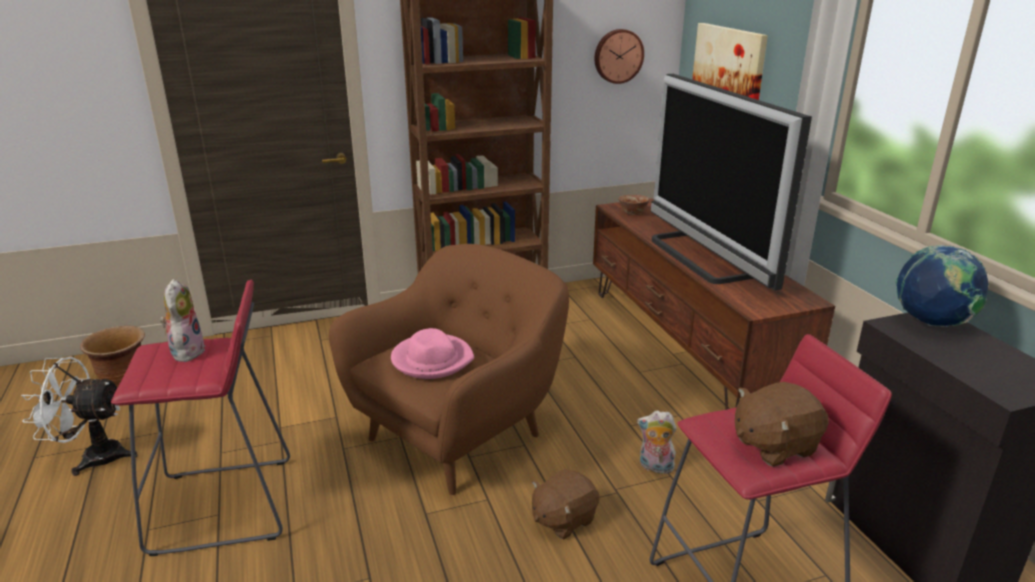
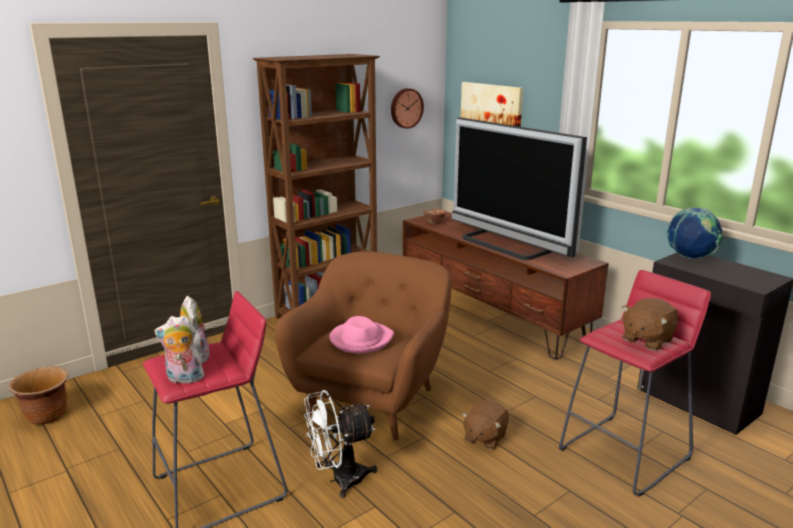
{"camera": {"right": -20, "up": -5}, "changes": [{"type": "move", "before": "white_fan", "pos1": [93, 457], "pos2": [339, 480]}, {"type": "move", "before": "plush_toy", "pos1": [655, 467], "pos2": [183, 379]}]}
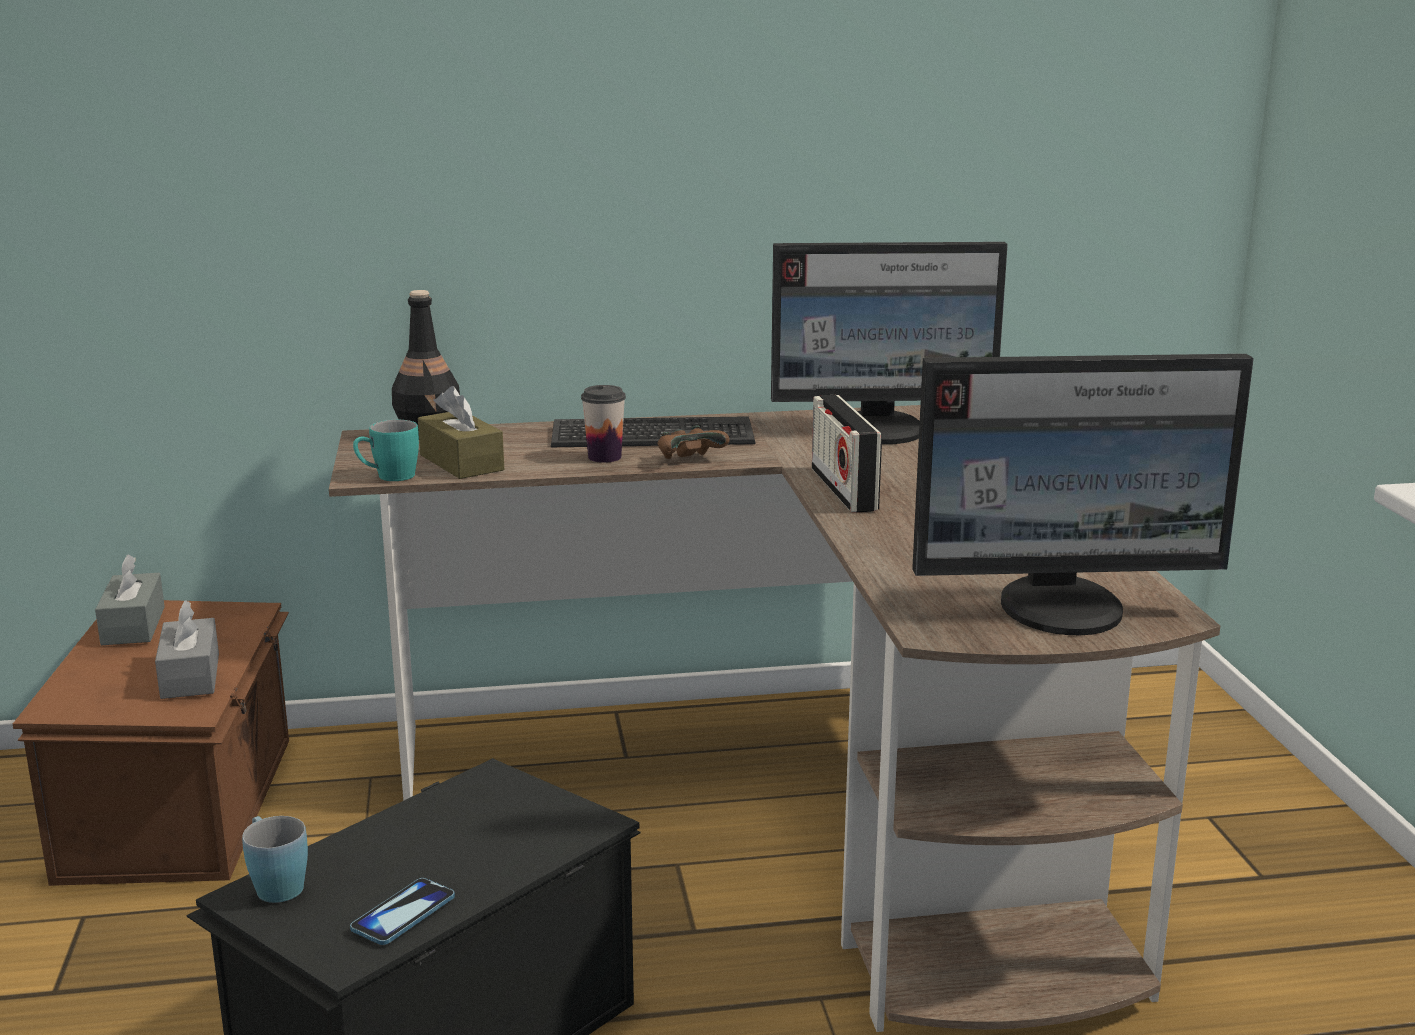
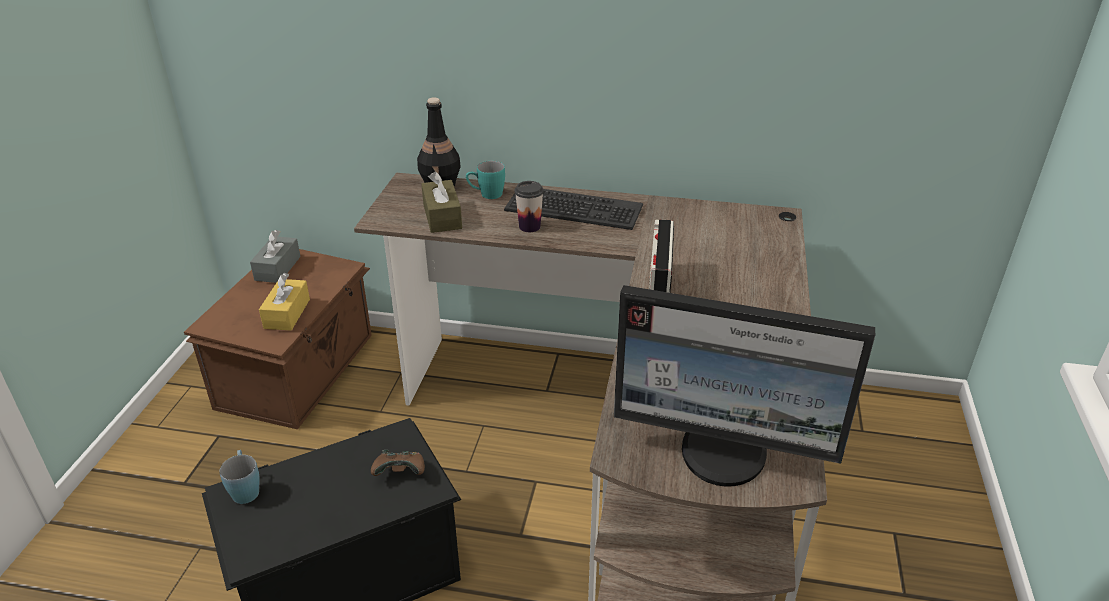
{"camera": {"right": 20, "up": 15}, "changes": [{"type": "recolor", "before": "grey_tissue_box", "after": "yellow_tissue_box", "pos1": [190, 676], "pos2": [287, 313]}, {"type": "delete", "before": "phone", "pos1": [403, 914]}, {"type": "move", "before": "turquoise_mug", "pos1": [388, 477], "pos2": [486, 195]}, {"type": "move", "before": "brown_game_controller", "pos1": [690, 460], "pos2": [400, 473]}, {"type": "delete", "before": "monitor", "pos1": [883, 431]}]}
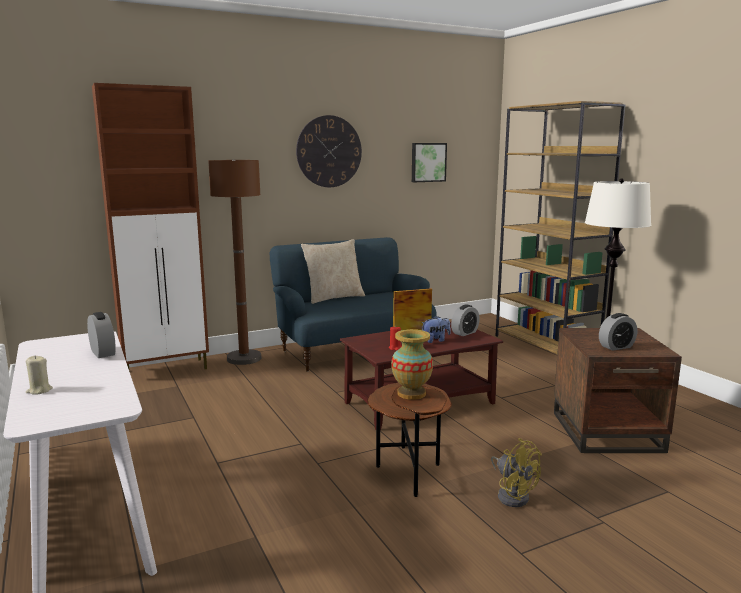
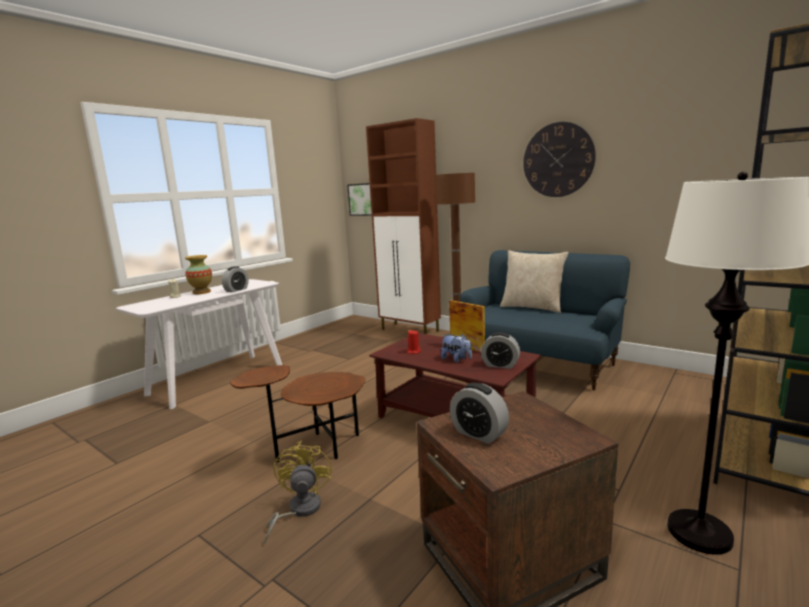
{"camera": {"right": 65, "up": 0}, "changes": [{"type": "move", "before": "vase", "pos1": [411, 393], "pos2": [201, 292]}, {"type": "move", "before": "picture", "pos1": [428, 162], "pos2": [362, 199]}, {"type": "rotate", "before": "yellow_fan", "pos1": [512, 495], "pos2": [299, 510], "turn": 150}]}
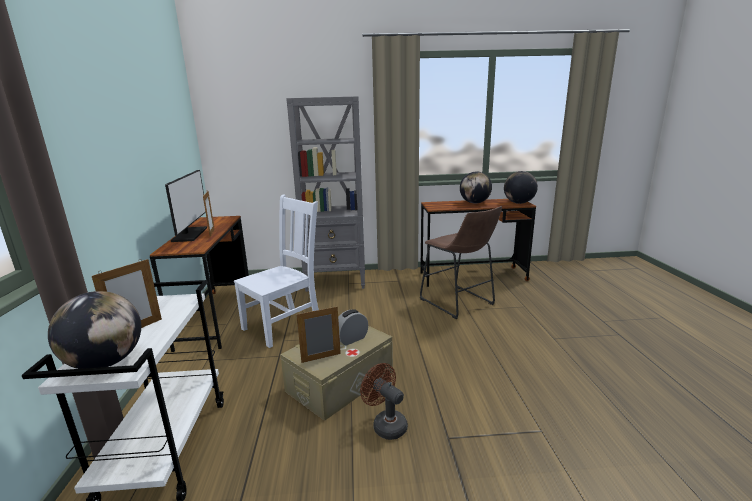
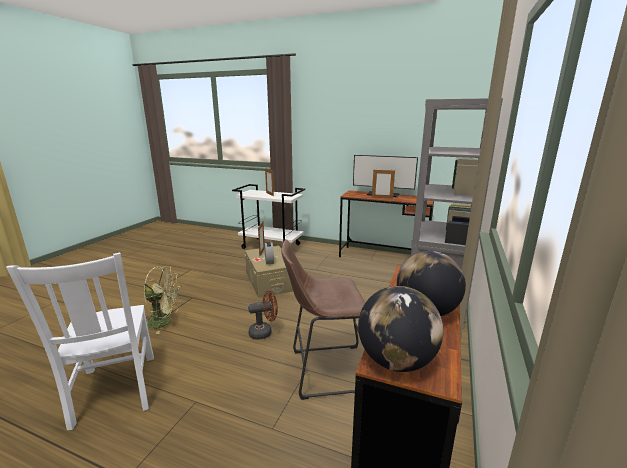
{"camera": {"right": 115, "up": 0}, "changes": [{"type": "delete", "before": "globe", "pos1": [106, 363]}, {"type": "move", "before": "white_chair", "pos1": [284, 325], "pos2": [115, 391]}, {"type": "move", "before": "brown_fan", "pos1": [386, 424], "pos2": [264, 332]}, {"type": "insert", "after": "green_fan", "pos2": [164, 322]}]}
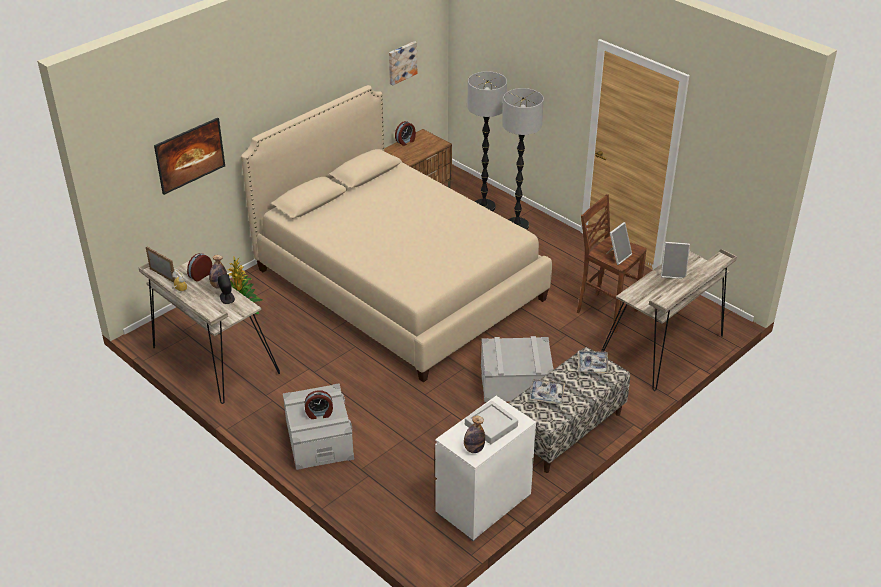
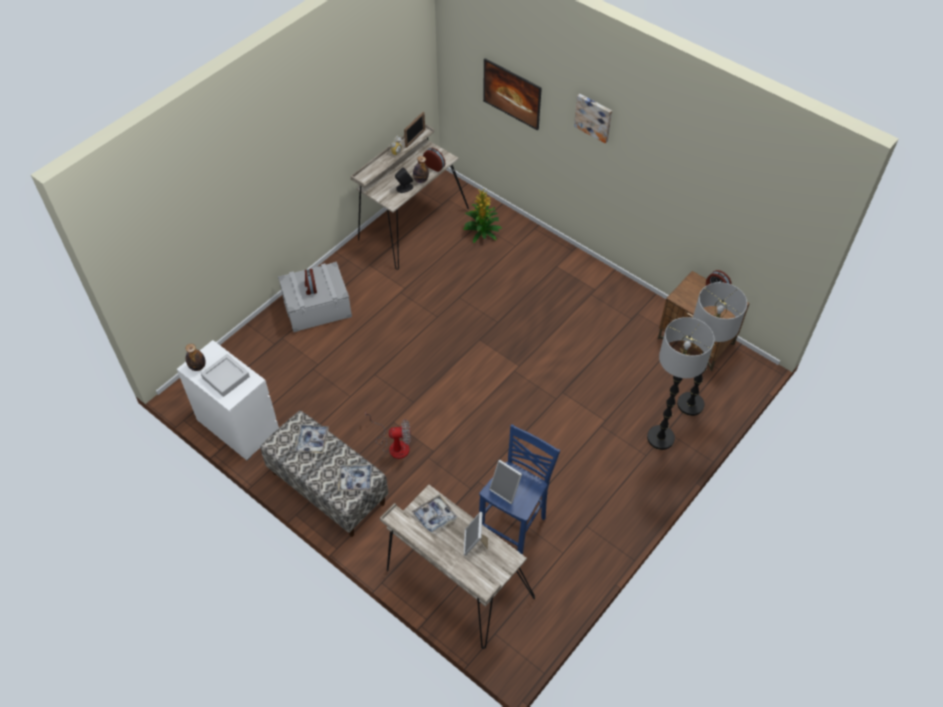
{"camera": {"right": 85, "up": 15}, "changes": [{"type": "delete", "before": "beige_bed", "pos1": [399, 283]}, {"type": "move", "before": "picture", "pos1": [401, 62], "pos2": [594, 117]}, {"type": "replace", "before": "grey_storage_box", "after": "fan", "pos1": [515, 382], "pos2": [394, 445]}, {"type": "recolor", "before": "brown_stool", "after": "blue_stool", "pos1": [605, 311], "pos2": [515, 527]}, {"type": "insert", "after": "tray", "pos2": [434, 517]}]}
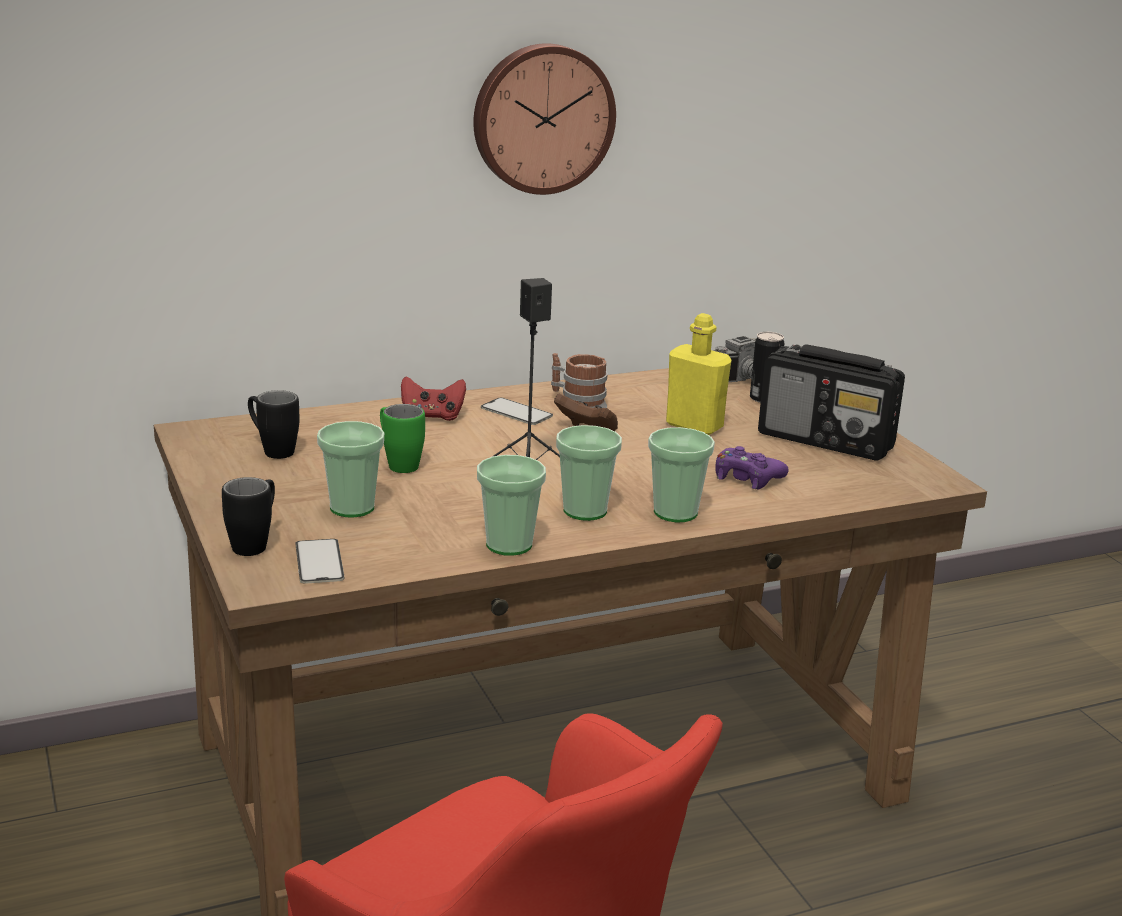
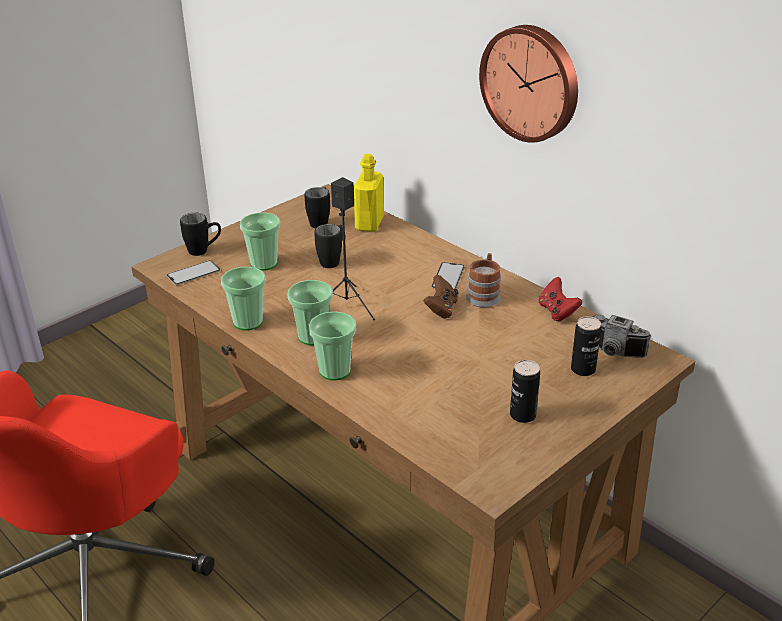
{"camera": {"right": 70, "up": 10}, "changes": [{"type": "recolor", "before": "green_mug", "after": "black_mug", "pos1": [398, 463], "pos2": [333, 260]}, {"type": "move", "before": "red_game_controller", "pos1": [432, 416], "pos2": [557, 312]}, {"type": "move", "before": "yellow_bottle", "pos1": [694, 426], "pos2": [369, 224]}, {"type": "delete", "before": "purple_game_controller", "pos1": [746, 477]}, {"type": "replace", "before": "radio", "after": "can", "pos1": [827, 441], "pos2": [522, 415]}]}
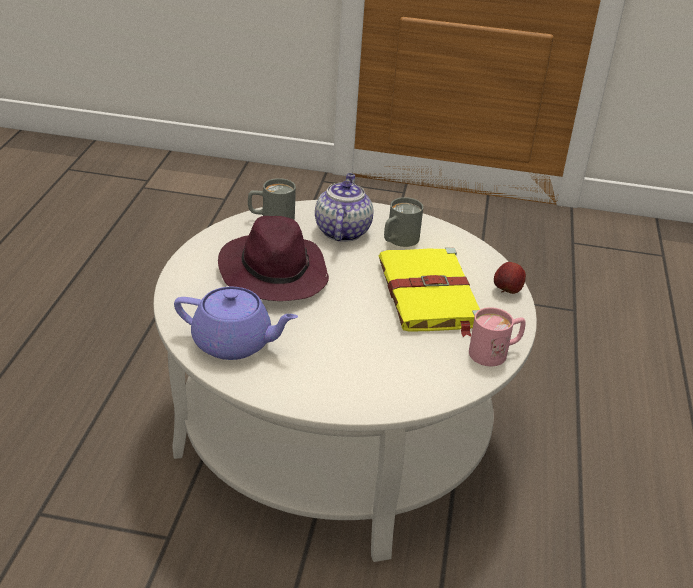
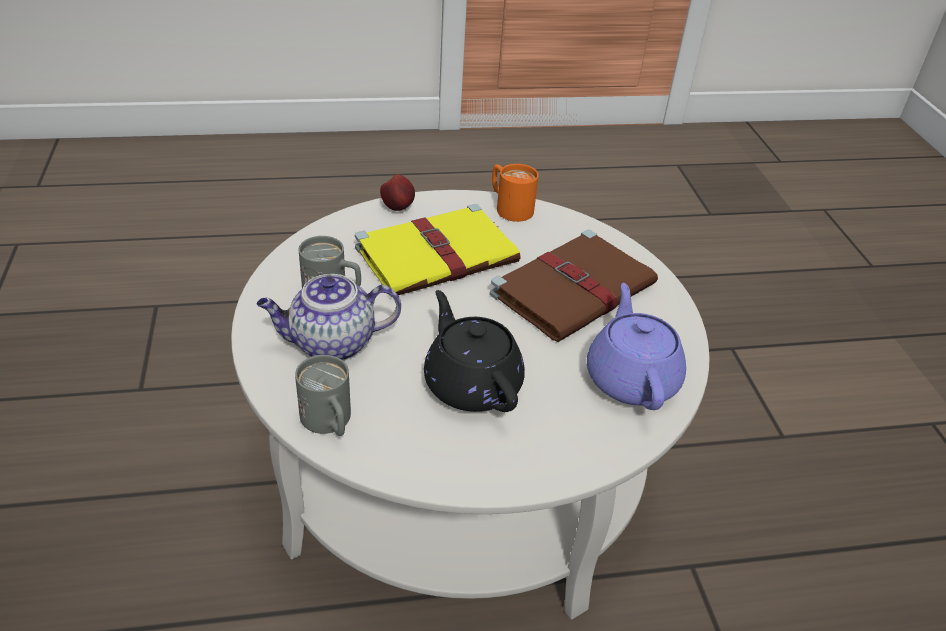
{"camera": {"right": -110, "up": 5}, "changes": [{"type": "replace", "before": "purple_hat", "after": "black_teapot", "pos1": [273, 273], "pos2": [471, 383]}, {"type": "recolor", "before": "pink_mug", "after": "orange_mug", "pos1": [495, 353], "pos2": [509, 207]}, {"type": "insert", "after": "brown_book", "pos2": [575, 288]}]}
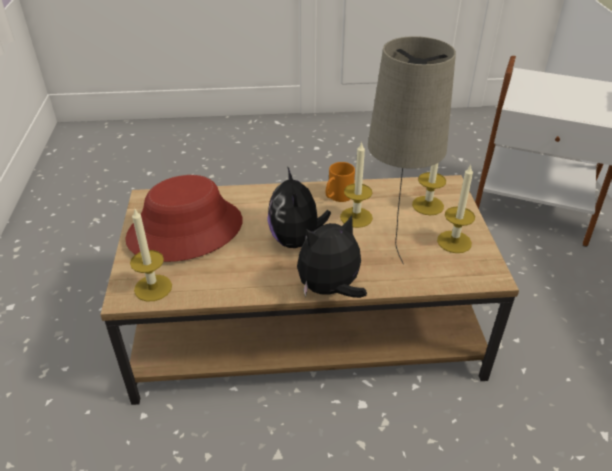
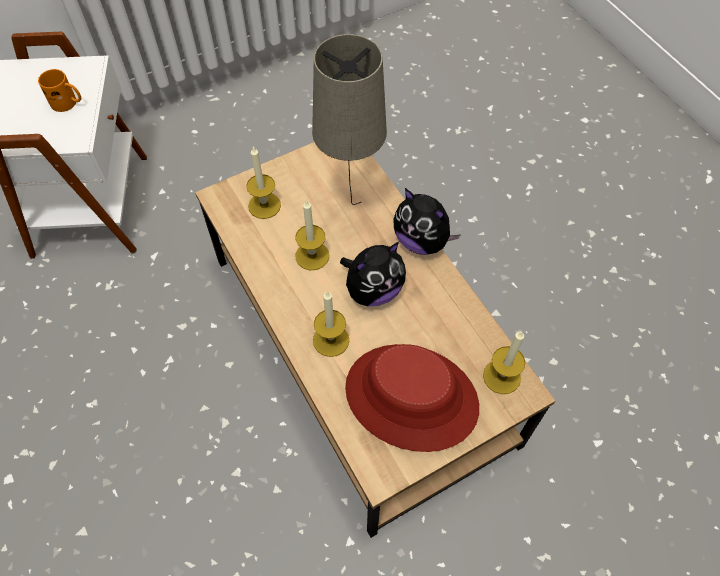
{"camera": {"right": -115, "up": 20}, "changes": [{"type": "move", "before": "orange_mug", "pos1": [337, 197], "pos2": [68, 103]}, {"type": "move", "before": "candle", "pos1": [454, 242], "pos2": [331, 340]}]}
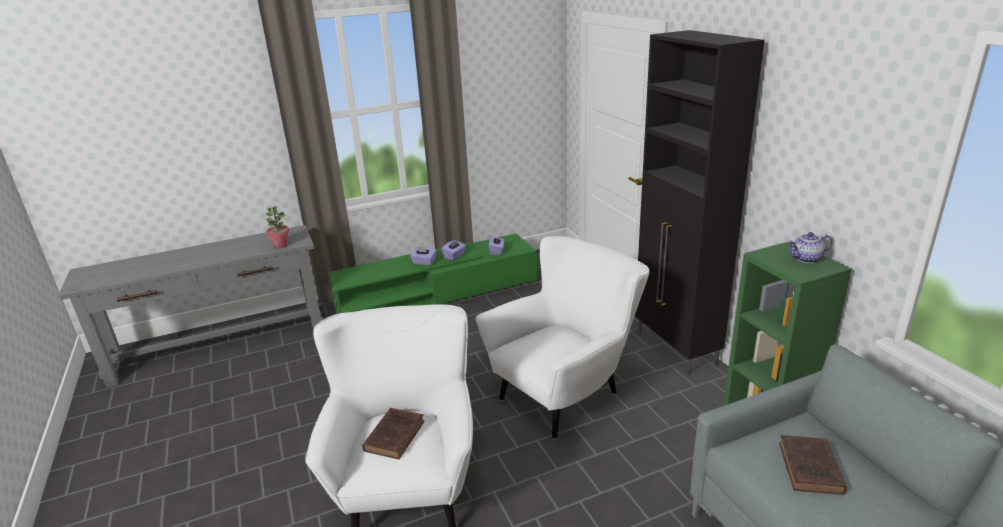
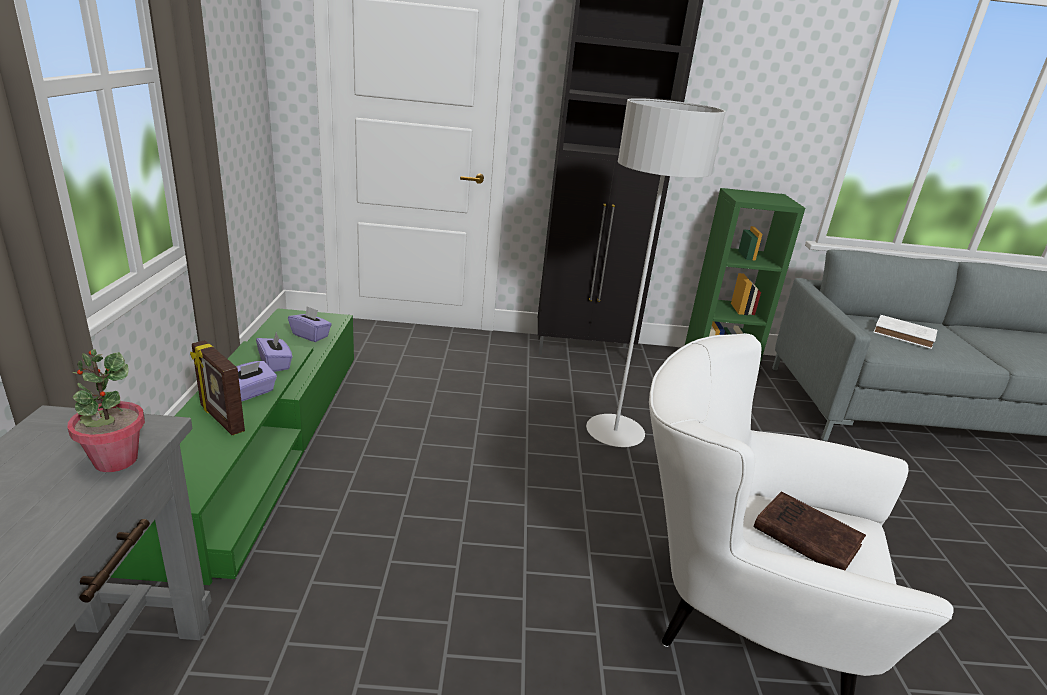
{"camera": {"right": -70, "up": 0}, "changes": [{"type": "replace", "before": "white_armchair", "after": "grey_floor_lamp", "pos1": [566, 393], "pos2": [614, 433]}, {"type": "recolor", "before": "brown_book", "after": "white_book", "pos1": [810, 469], "pos2": [905, 335]}, {"type": "delete", "before": "teapot", "pos1": [806, 259]}, {"type": "insert", "after": "picture_frame", "pos2": [221, 419]}]}
